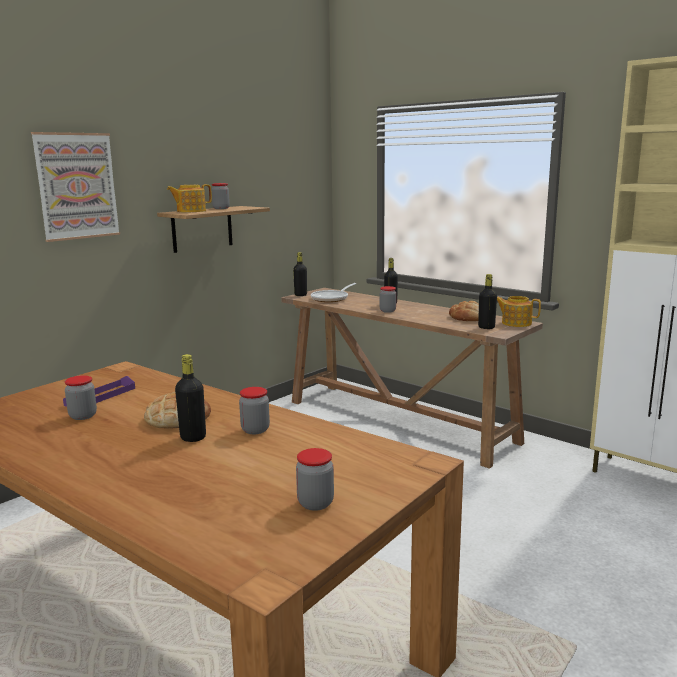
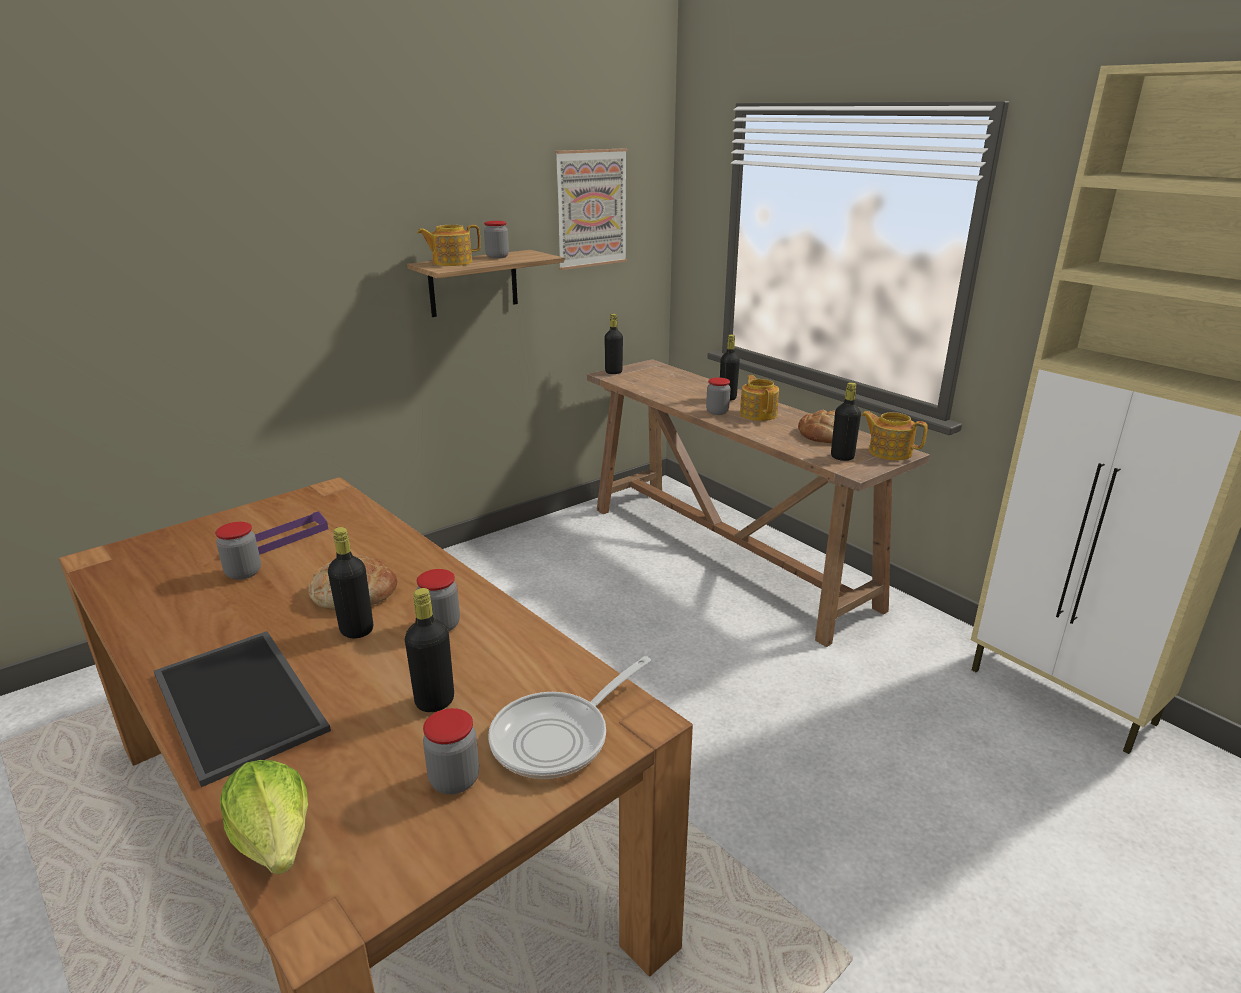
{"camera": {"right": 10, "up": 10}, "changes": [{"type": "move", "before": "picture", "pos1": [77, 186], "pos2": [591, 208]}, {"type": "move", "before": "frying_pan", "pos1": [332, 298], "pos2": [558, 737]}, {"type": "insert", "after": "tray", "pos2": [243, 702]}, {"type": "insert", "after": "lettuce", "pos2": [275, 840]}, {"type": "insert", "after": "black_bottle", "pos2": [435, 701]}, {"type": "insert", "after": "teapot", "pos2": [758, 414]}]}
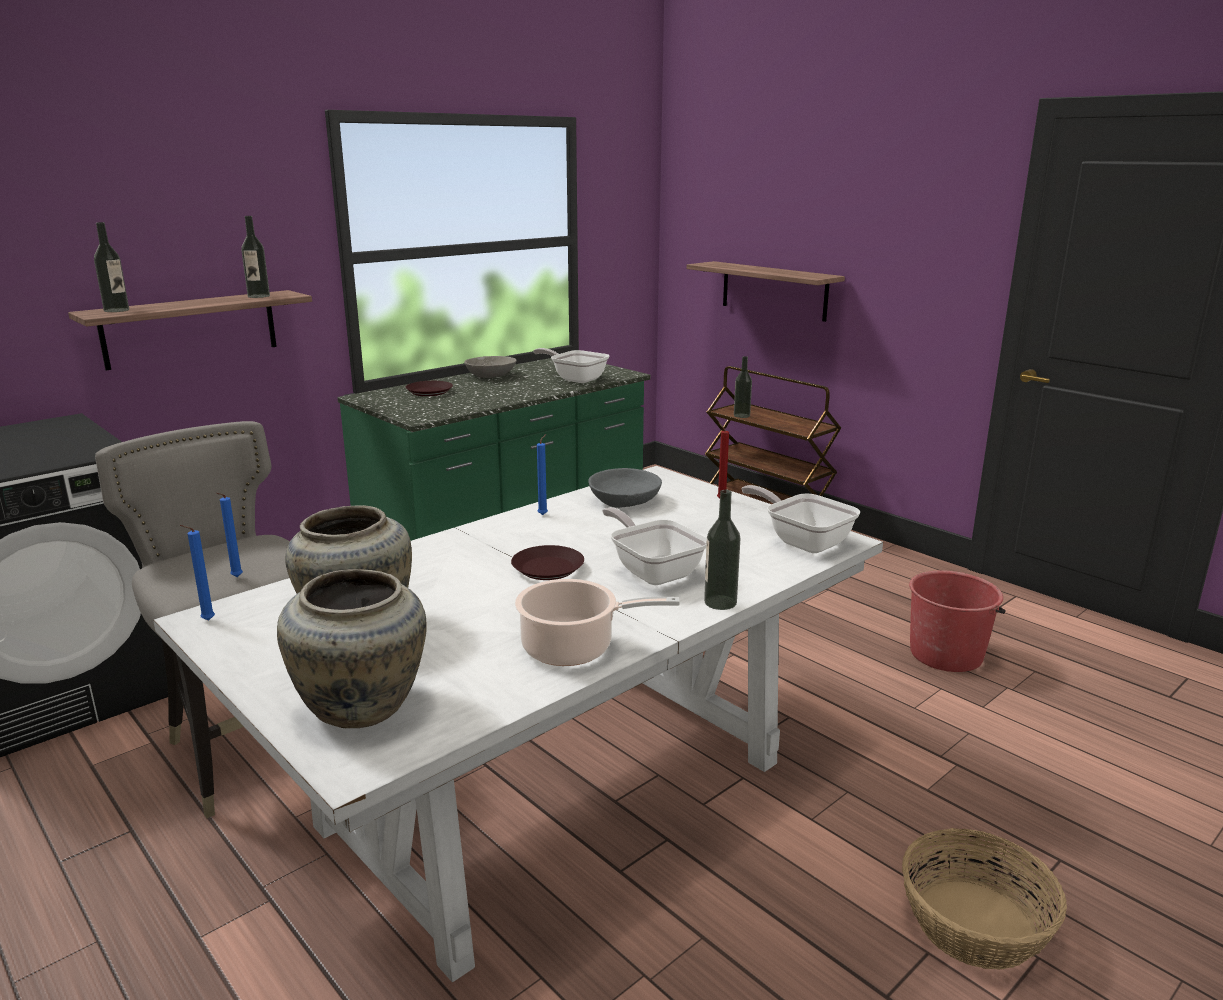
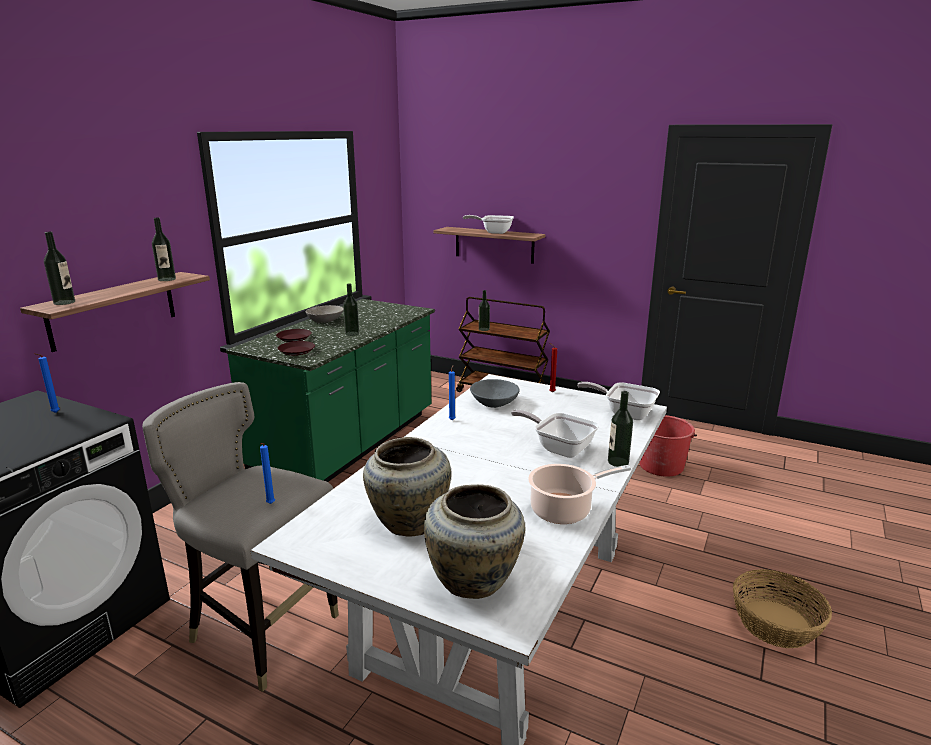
{"camera": {"right": -20, "up": 0}, "changes": [{"type": "move", "before": "blue_candle", "pos1": [206, 621], "pos2": [54, 413]}, {"type": "move", "before": "brown_plate", "pos1": [547, 568], "pos2": [296, 351]}, {"type": "move", "before": "frying_pan", "pos1": [575, 379], "pos2": [493, 232]}, {"type": "insert", "after": "bottle", "pos2": [352, 333]}]}
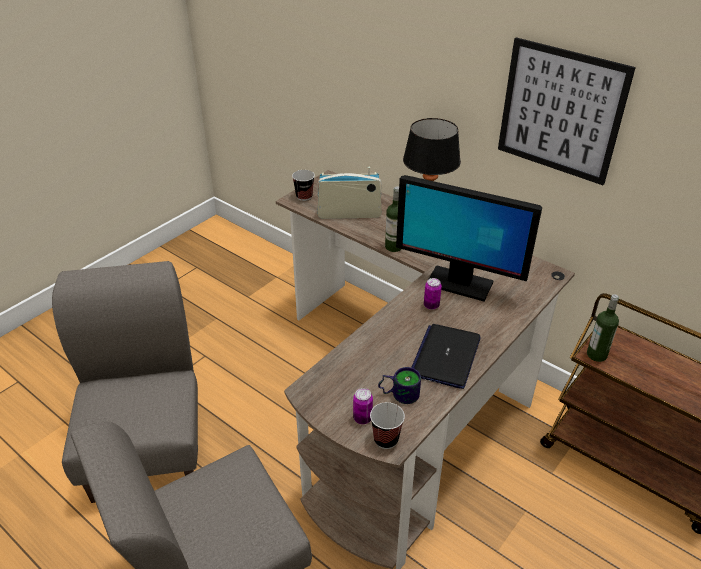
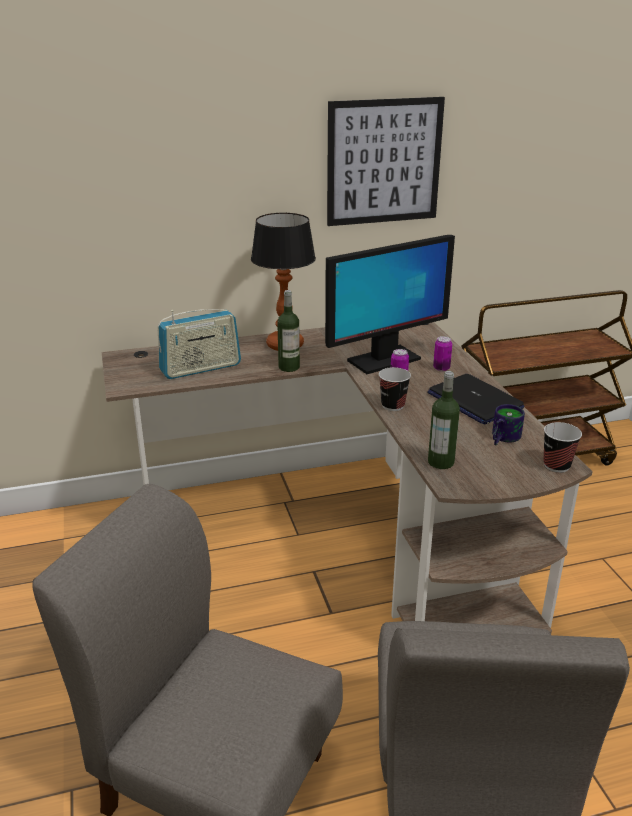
{"camera": {"right": -55, "up": -10}, "changes": [{"type": "move", "before": "cup", "pos1": [304, 196], "pos2": [393, 405]}, {"type": "rotate", "before": "radio", "pos1": [349, 214], "pos2": [201, 368], "turn": -150}, {"type": "move", "before": "can", "pos1": [362, 418], "pos2": [441, 368]}, {"type": "move", "before": "bottle", "pos1": [596, 355], "pos2": [441, 462]}]}
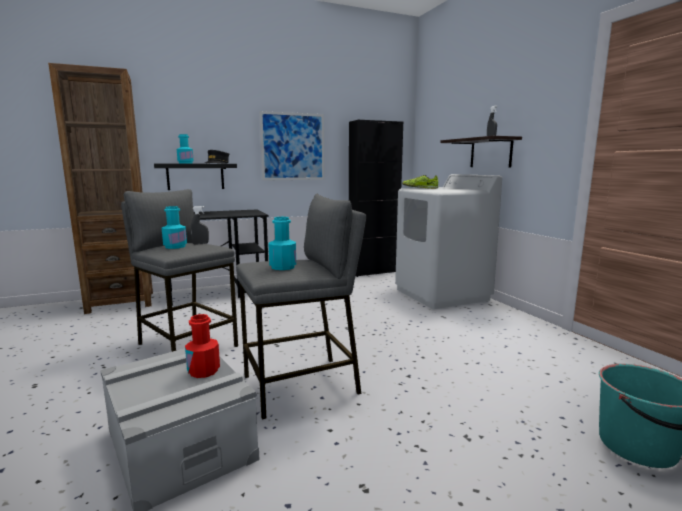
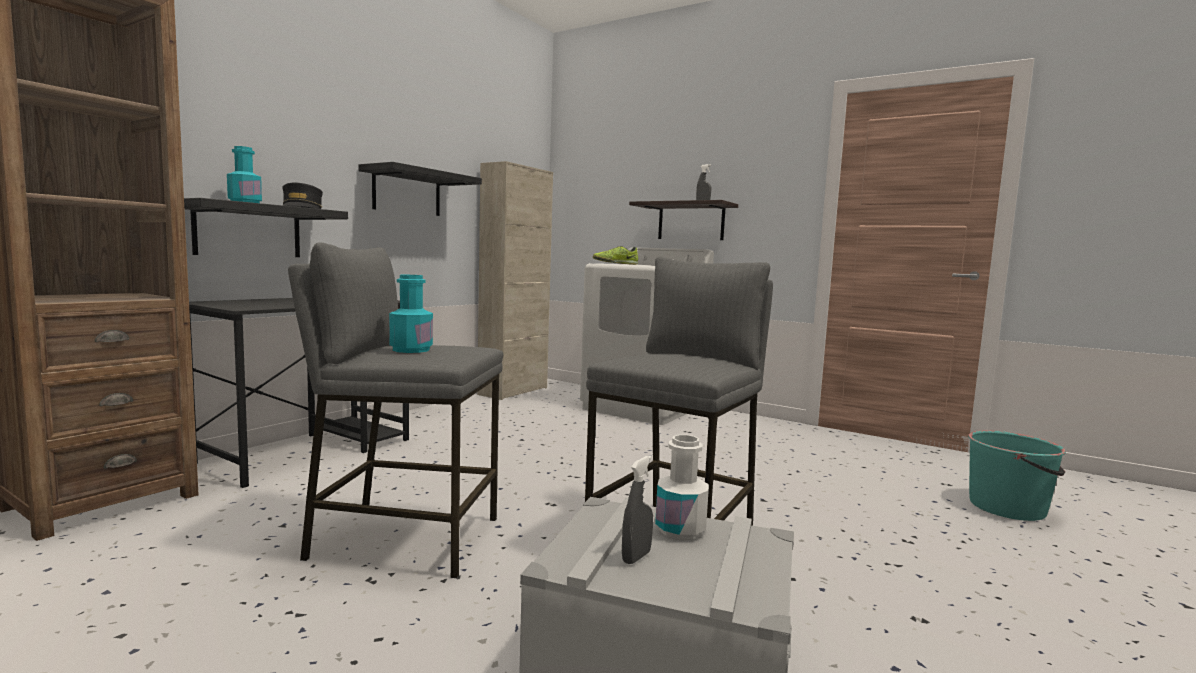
{"camera": {"right": -35, "up": -5}, "changes": [{"type": "recolor", "before": "red_bottle", "after": "white_bottle", "pos1": [203, 371], "pos2": [680, 529]}, {"type": "move", "before": "grey_spray_bottle", "pos1": [200, 244], "pos2": [636, 557]}, {"type": "replace", "before": "picture", "after": "black_shelf", "pos1": [293, 146], "pos2": [407, 192]}, {"type": "delete", "before": "turquoise_bottle", "pos1": [283, 267]}, {"type": "recolor", "before": "black_cabinet", "after": "beige_cabinet", "pos1": [373, 272], "pos2": [513, 391]}]}
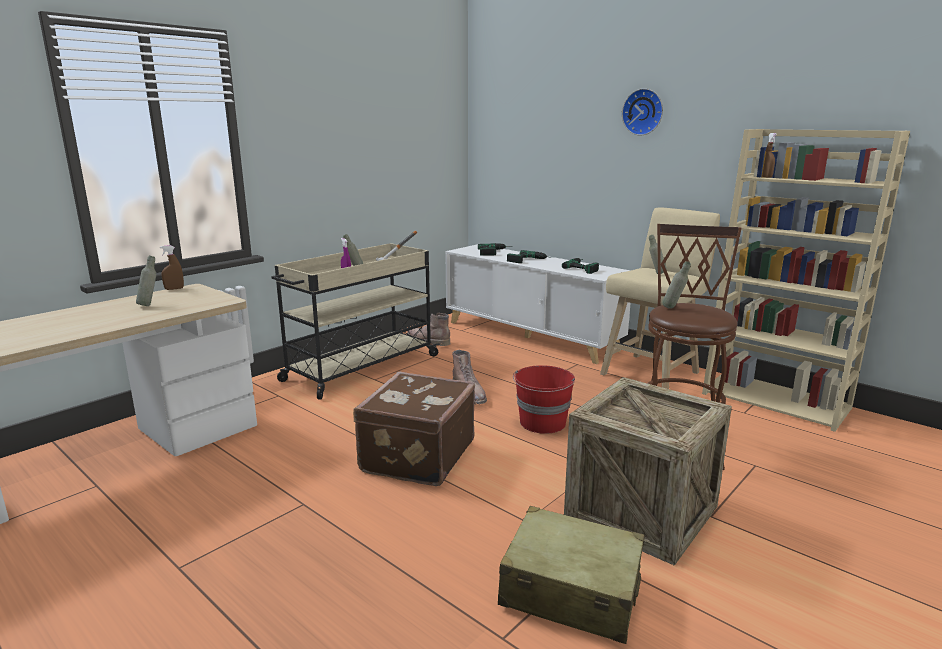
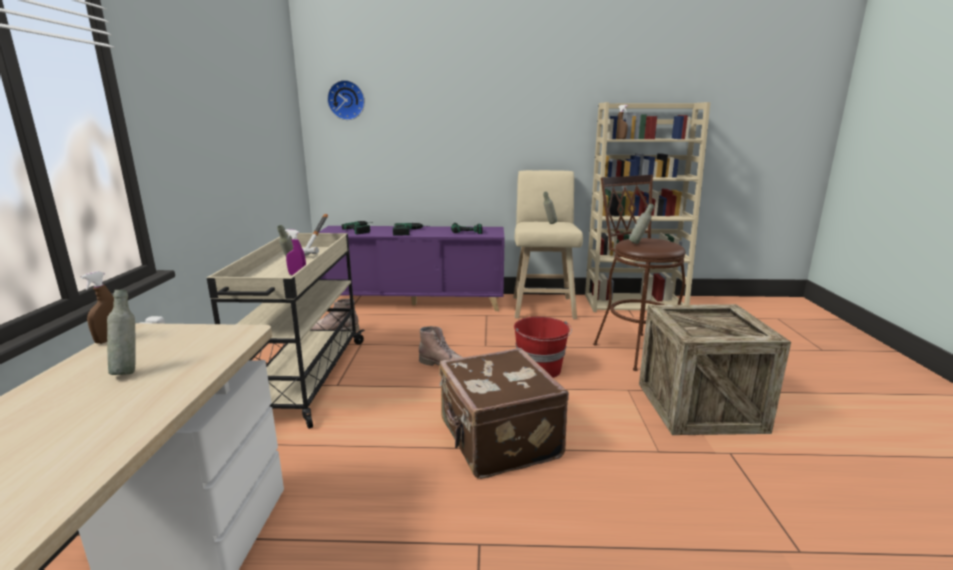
{"camera": {"right": -40, "up": 0}, "changes": [{"type": "recolor", "before": "white_cabinet", "after": "purple_cabinet", "pos1": [531, 336], "pos2": [415, 302]}, {"type": "delete", "before": "beige_suitcase", "pos1": [570, 590]}, {"type": "move", "before": "wall_clock", "pos1": [643, 112], "pos2": [346, 100]}]}
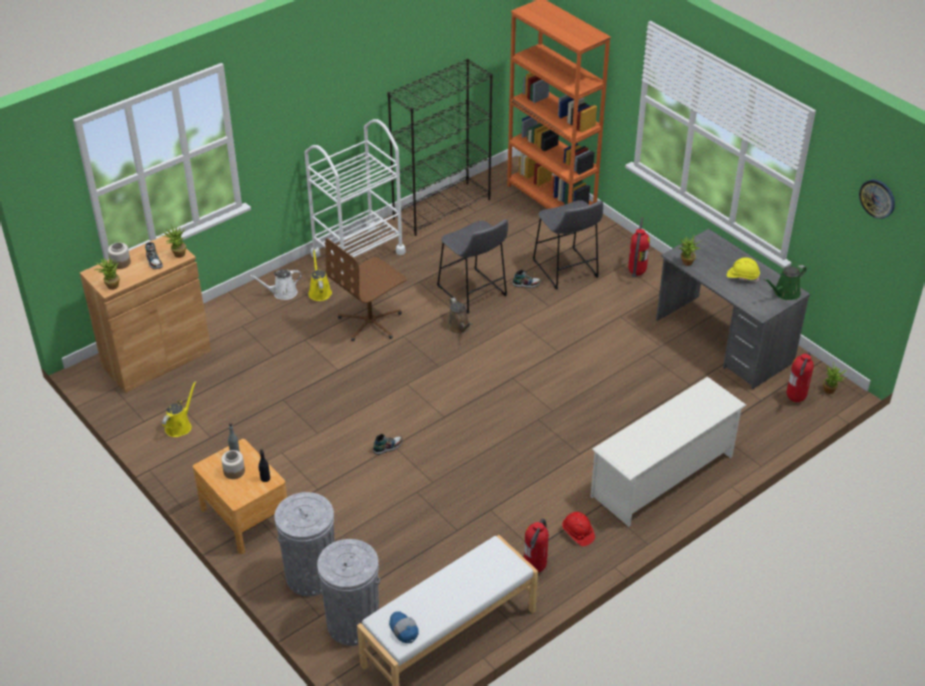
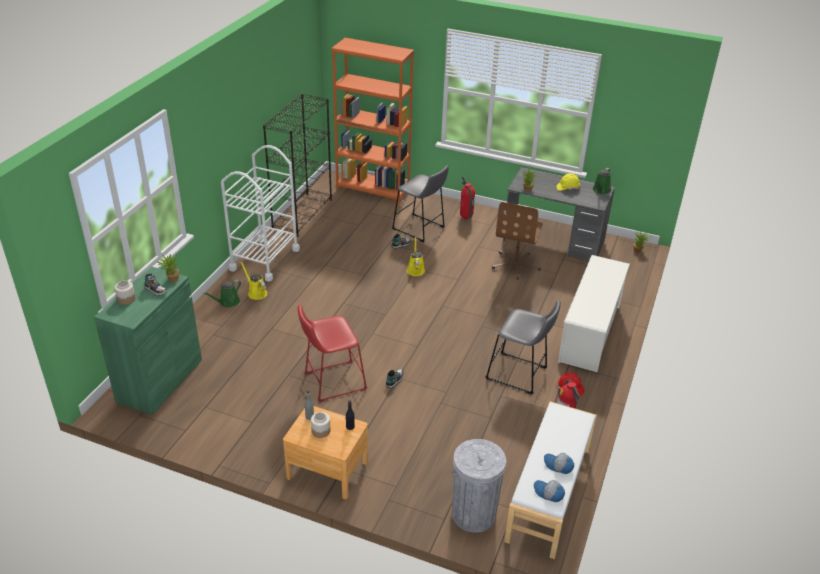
{"camera": {"right": -30, "up": -5}, "changes": [{"type": "recolor", "before": "brown_cabinet", "after": "green_cabinet", "pos1": [156, 359], "pos2": [160, 380]}, {"type": "delete", "before": "potted_plant", "pos1": [110, 285]}, {"type": "move", "before": "yellow_watering_can", "pos1": [180, 426], "pos2": [415, 269]}, {"type": "recolor", "before": "white_watering_can", "after": "green_watering_can", "pos1": [282, 293], "pos2": [228, 302]}, {"type": "delete", "before": "grey_trash_can", "pos1": [311, 576]}, {"type": "move", "before": "brown_office_chair", "pos1": [371, 322], "pos2": [516, 265]}, {"type": "move", "before": "grey_stool", "pos1": [473, 293], "pos2": [519, 374]}, {"type": "delete", "before": "brown_watering_can", "pos1": [459, 327]}, {"type": "delete", "before": "fire_extinguisher", "pos1": [796, 399]}, {"type": "delete", "before": "wall_clock", "pos1": [877, 198]}, {"type": "insert", "after": "red_stool", "pos2": [331, 382]}, {"type": "insert", "after": "cap", "pos2": [558, 466]}]}
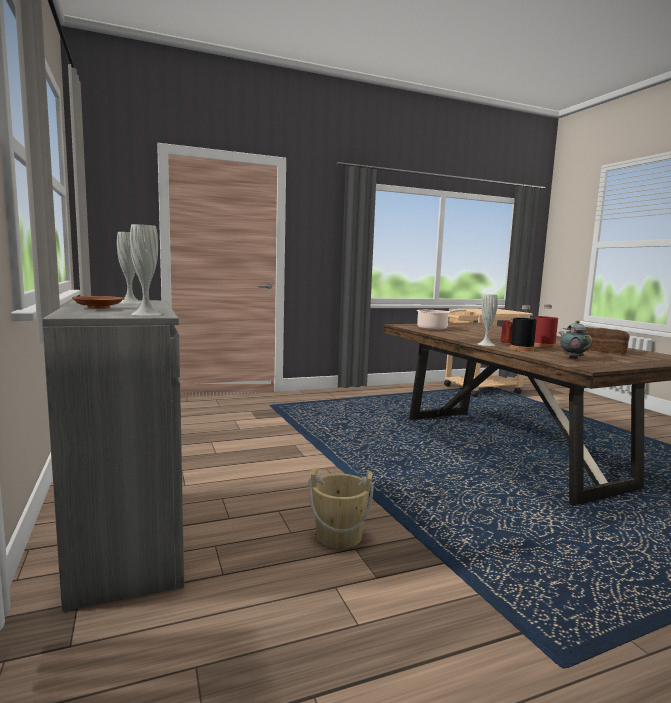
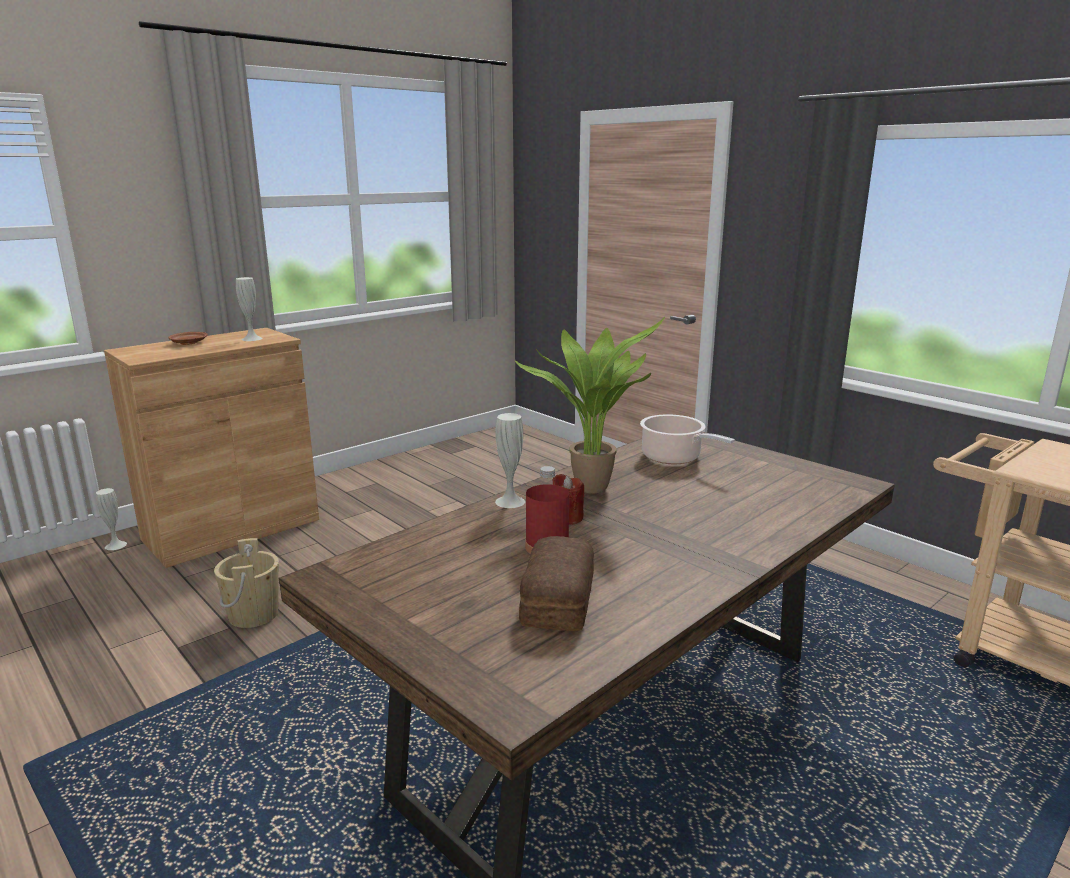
{"camera": {"right": 70, "up": 10}, "changes": [{"type": "recolor", "before": "grey_cabinet", "after": "brown_cabinet", "pos1": [127, 540], "pos2": [232, 529]}, {"type": "move", "before": "white_vase", "pos1": [146, 314], "pos2": [115, 545]}, {"type": "delete", "before": "black_bottle", "pos1": [521, 349]}, {"type": "delete", "before": "teapot", "pos1": [572, 358]}, {"type": "insert", "after": "potted_plant", "pos2": [592, 486]}]}
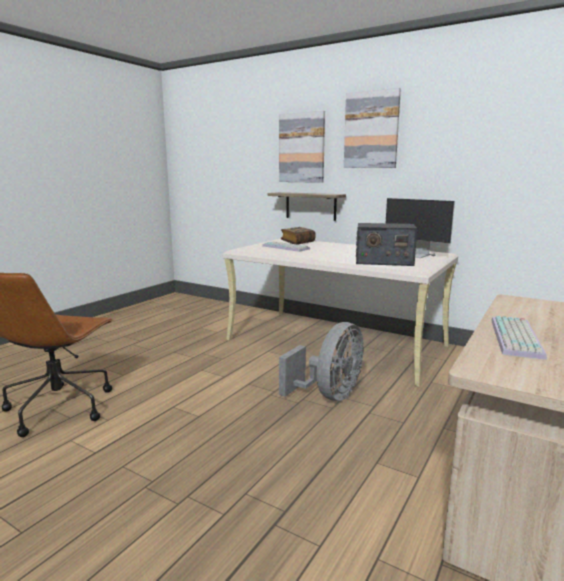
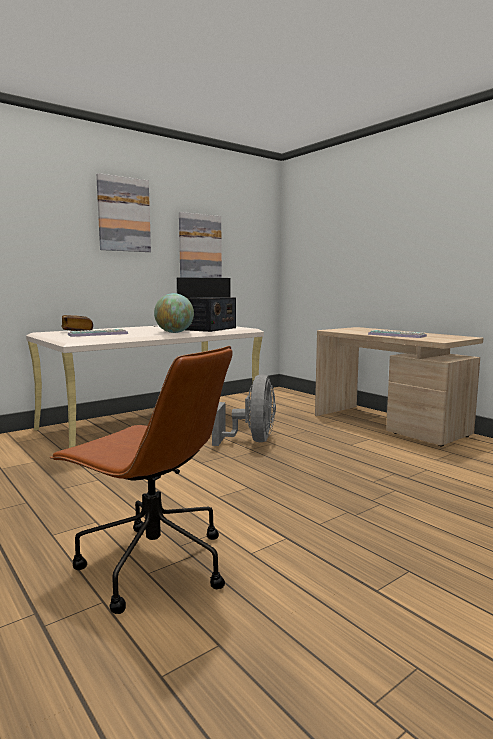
{"camera": {"right": -70, "up": -5}, "changes": [{"type": "delete", "before": "shelf", "pos1": [310, 206]}, {"type": "move", "before": "picture", "pos1": [302, 148], "pos2": [200, 247]}, {"type": "rotate", "before": "grey_fan", "pos1": [329, 395], "pos2": [252, 441], "turn": 45}, {"type": "insert", "after": "globe", "pos2": [174, 332]}]}
